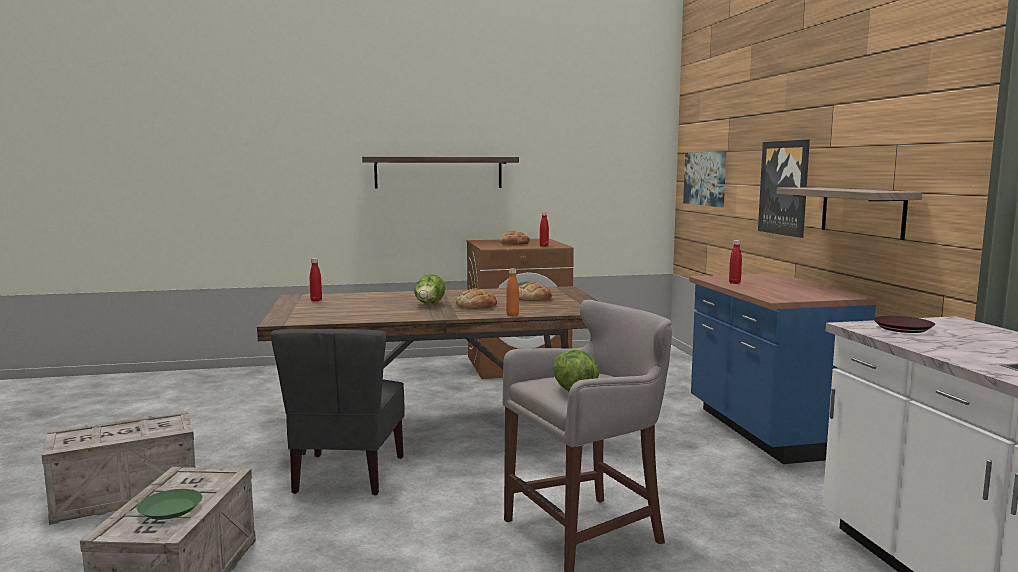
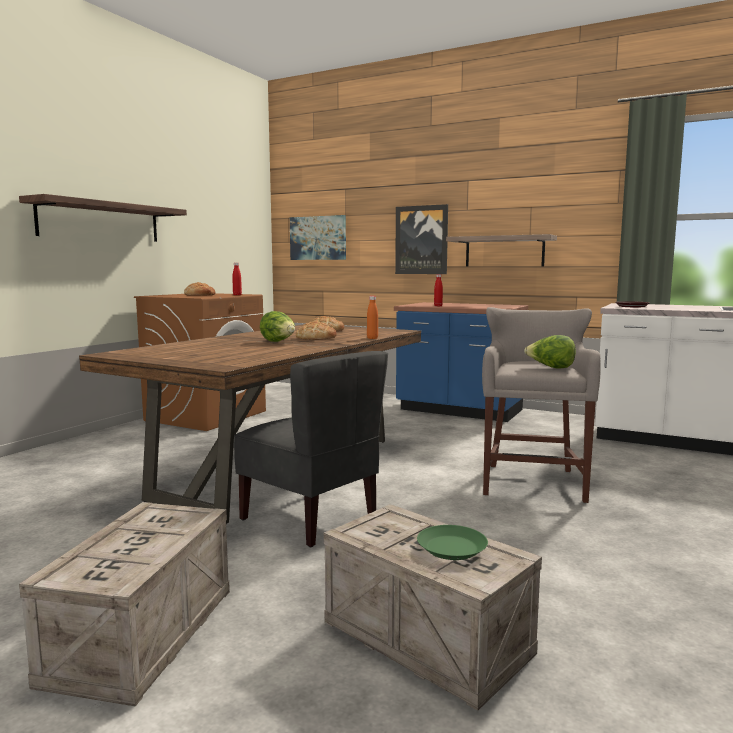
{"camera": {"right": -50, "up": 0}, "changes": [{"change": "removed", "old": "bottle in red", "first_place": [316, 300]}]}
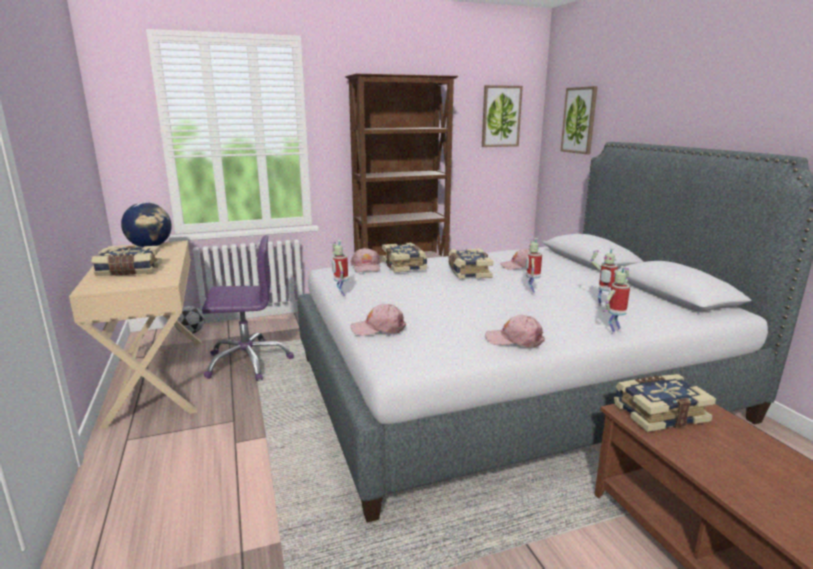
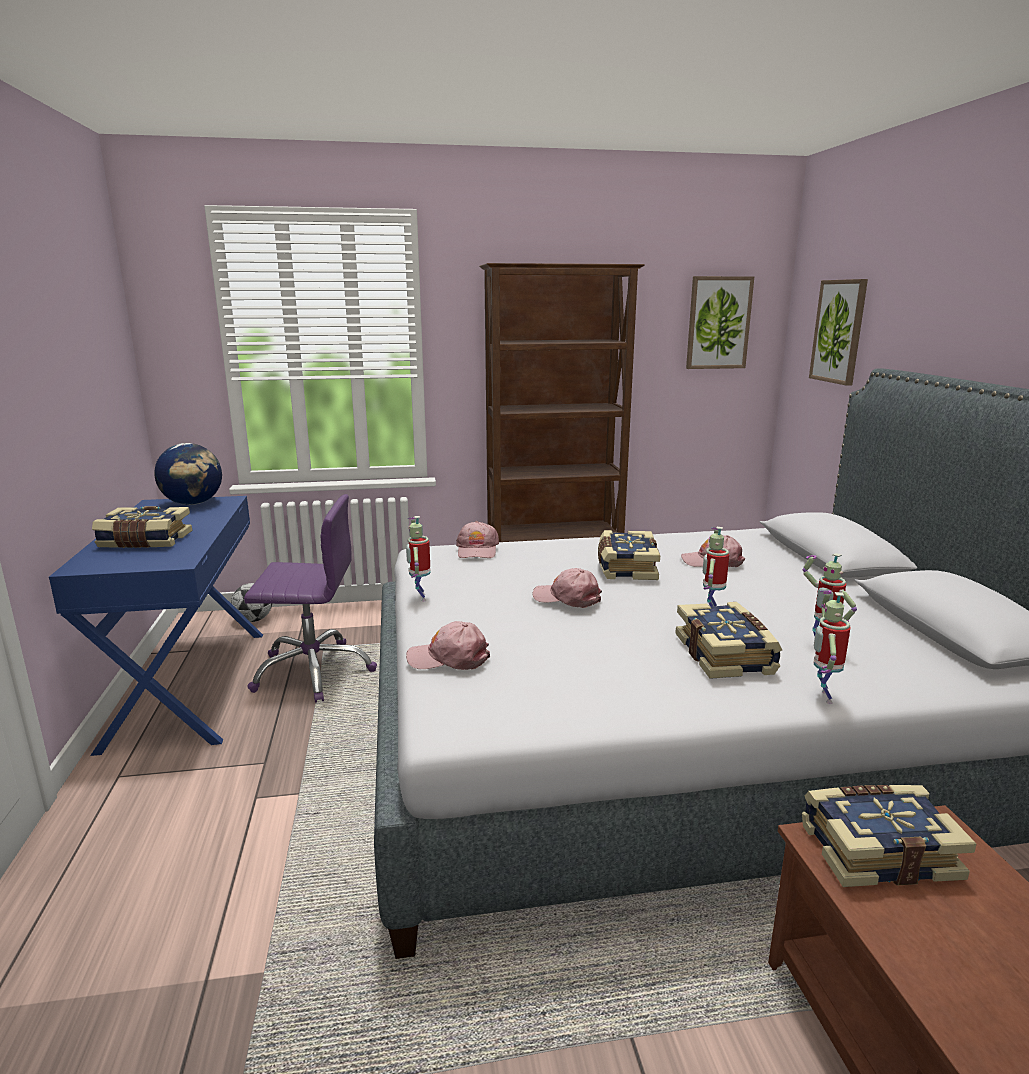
{"camera": {"right": 10, "up": 0}, "changes": [{"change": "recoloured", "old": "desk in beige", "new": "desk in blue", "first_place": [157, 378], "second_place": [188, 686]}, {"change": "moved", "old": "book", "first_place": [405, 265], "second_place": [726, 655]}, {"change": "turned", "old": "toy robot", "first_place": [614, 331], "second_place": [822, 696], "degrees": -45}, {"change": "moved", "old": "cap in pink", "first_place": [515, 339], "second_place": [567, 598]}]}
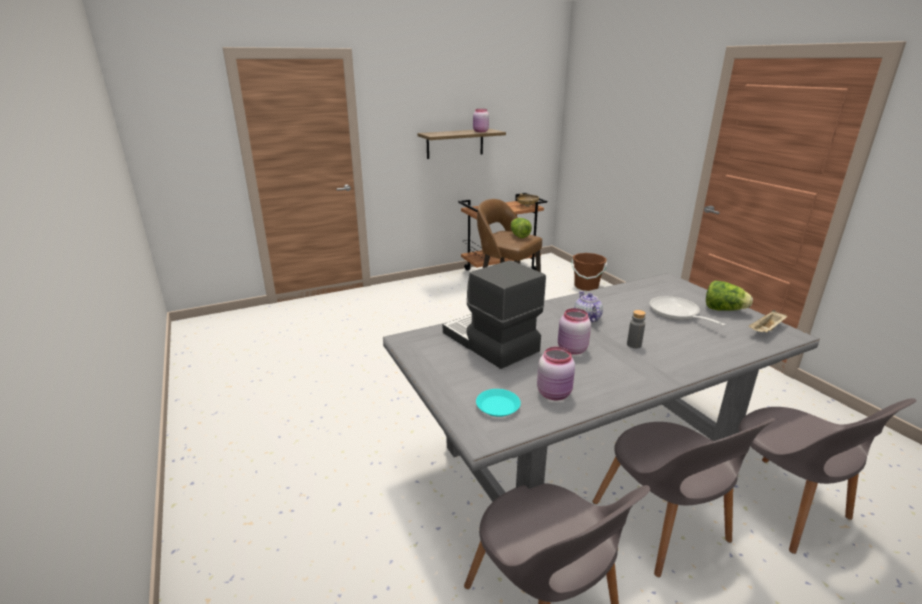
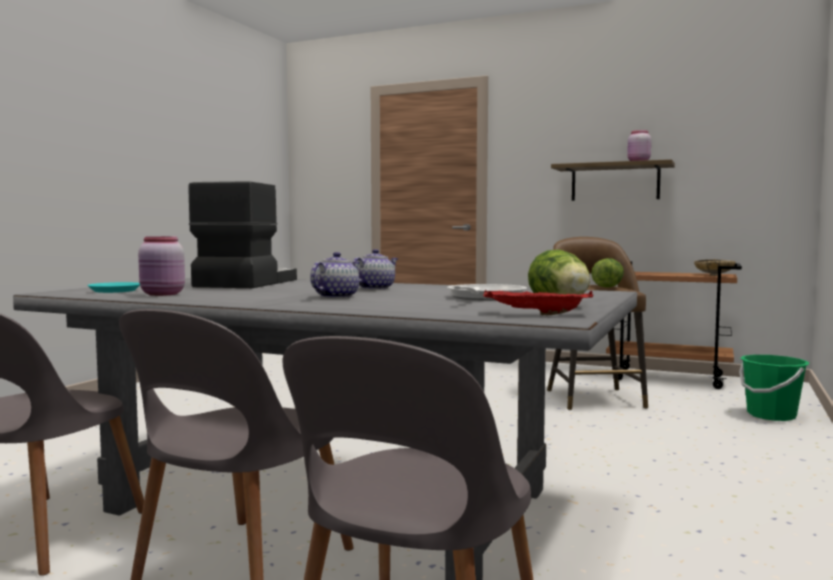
{"camera": {"right": 50, "up": -20}, "changes": [{"change": "recoloured", "old": "bucket in brown", "new": "bucket in green", "first_place": [586, 286], "second_place": [771, 415]}, {"change": "removed", "old": "jar in pink", "first_place": [571, 350]}, {"change": "replaced", "old": "bottle in grey", "new": "teapot", "first_place": [634, 345], "second_place": [336, 297]}, {"change": "recoloured", "old": "tray in beige", "new": "tray in red", "first_place": [766, 330], "second_place": [535, 314]}]}
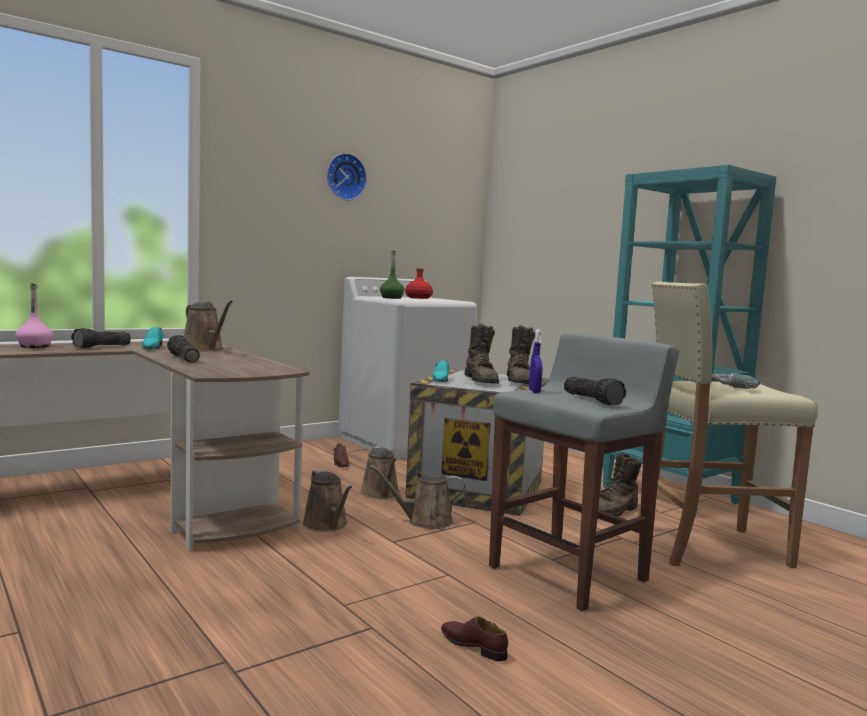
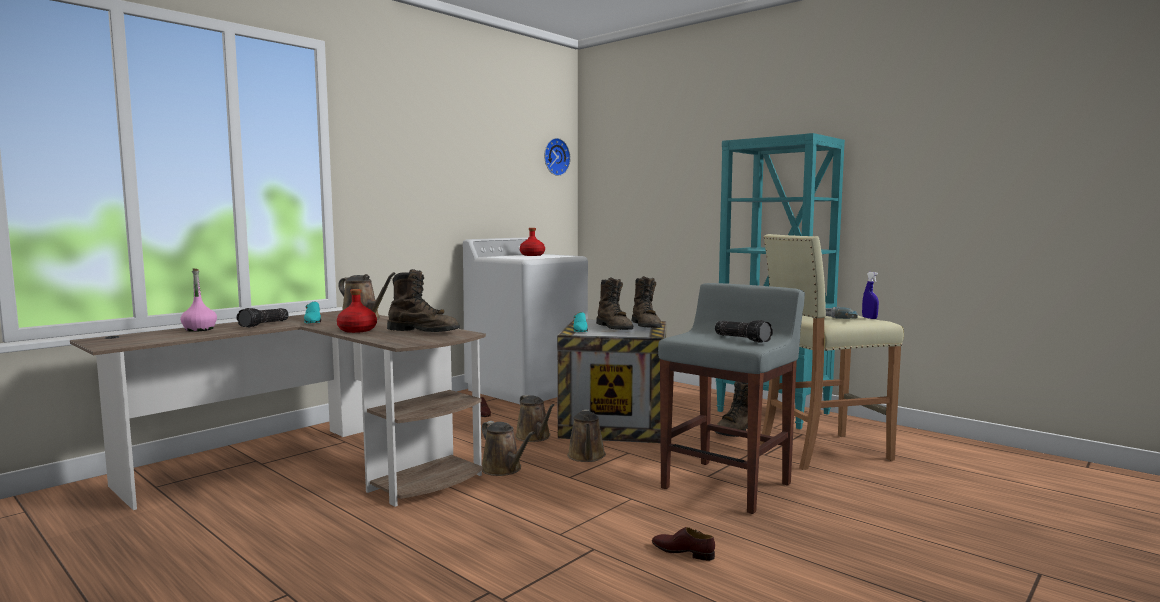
{"camera": {"right": -10, "up": 0}, "changes": [{"change": "moved", "old": "wall clock", "first_place": [345, 177], "second_place": [555, 157]}, {"change": "removed", "old": "bottle in green", "first_place": [391, 298]}, {"change": "moved", "old": "spray bottle in blue", "first_place": [534, 391], "second_place": [869, 318]}, {"change": "replaced", "old": "flashlight", "new": "bottle in red", "first_place": [182, 358], "second_place": [357, 330]}, {"change": "turned", "old": "watering can in brown", "first_place": [425, 521], "second_place": [586, 457], "degrees": -75}, {"change": "added", "new": "boot in brown", "second_place": [424, 332]}]}
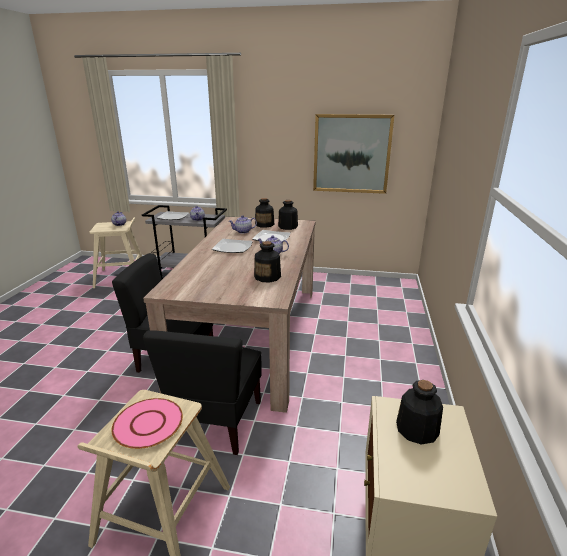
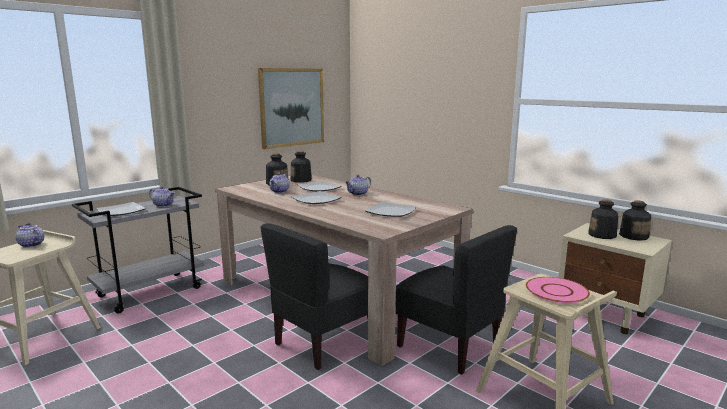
{"camera": {"right": -55, "up": -10}, "changes": [{"change": "moved", "old": "bottle", "first_place": [268, 277], "second_place": [633, 236]}, {"change": "added", "new": "plate", "second_place": [390, 212]}]}
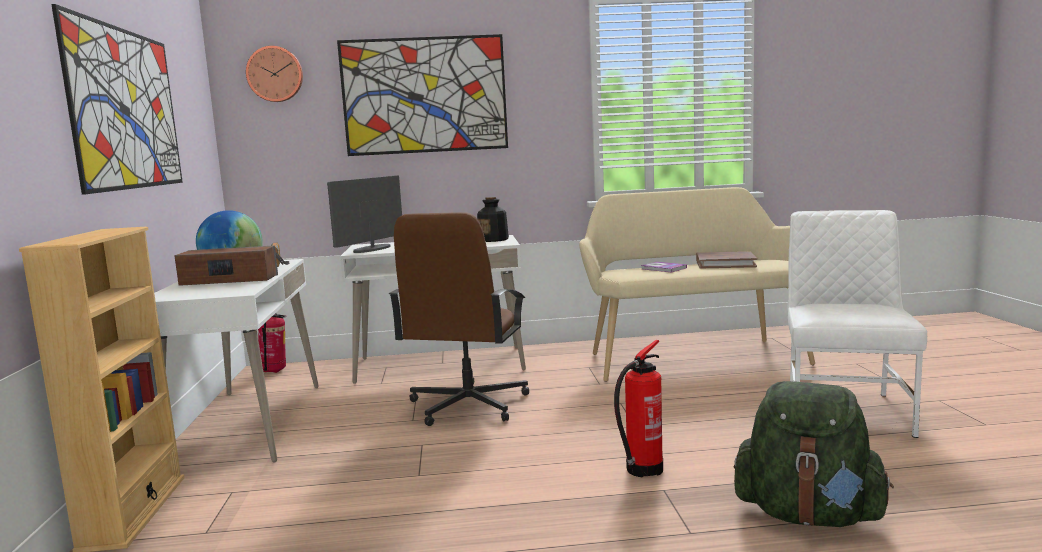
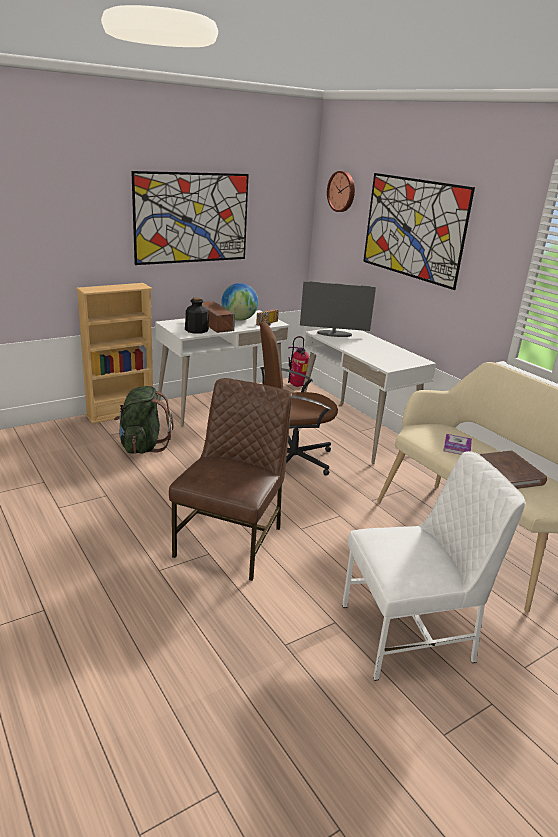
{"camera": {"right": 60, "up": 15}, "changes": [{"change": "moved", "old": "bottle", "first_place": [493, 239], "second_place": [196, 330]}, {"change": "replaced", "old": "fire extinguisher", "new": "chair in brown", "first_place": [641, 470], "second_place": [231, 541]}, {"change": "moved", "old": "backpack in green", "first_place": [808, 515], "second_place": [142, 446]}]}
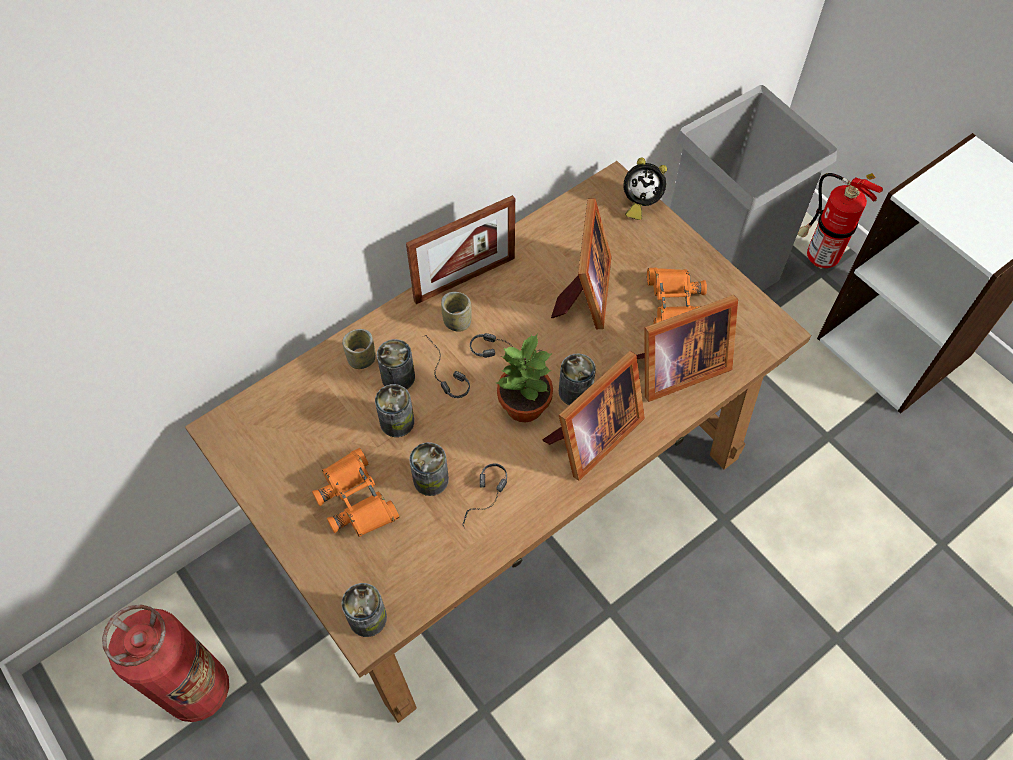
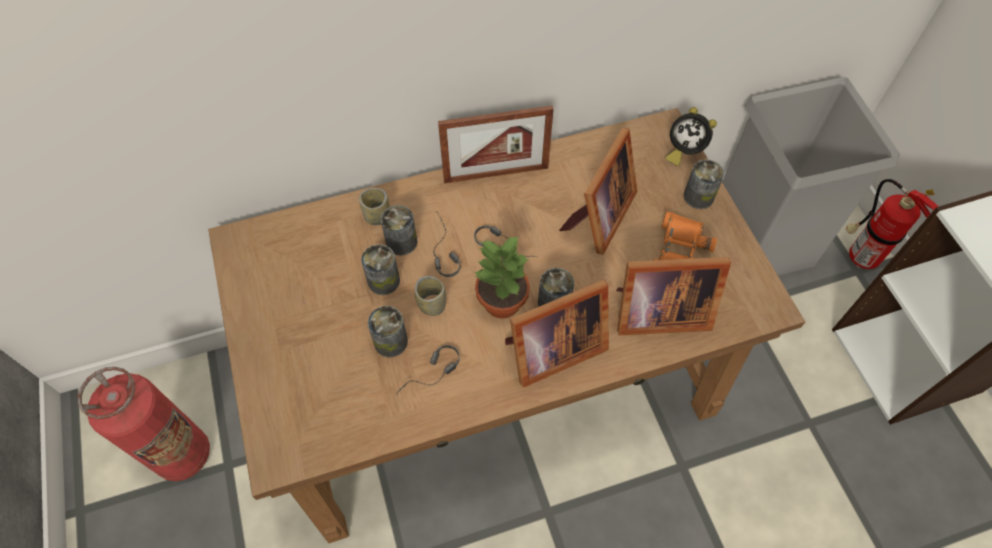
{"camera": {"right": 20, "up": 0}, "changes": [{"change": "moved", "old": "cup", "first_place": [457, 322], "second_place": [432, 305]}, {"change": "removed", "old": "binoculars in orange", "first_place": [356, 499]}, {"change": "moved", "old": "can", "first_place": [367, 618], "second_place": [698, 196]}]}
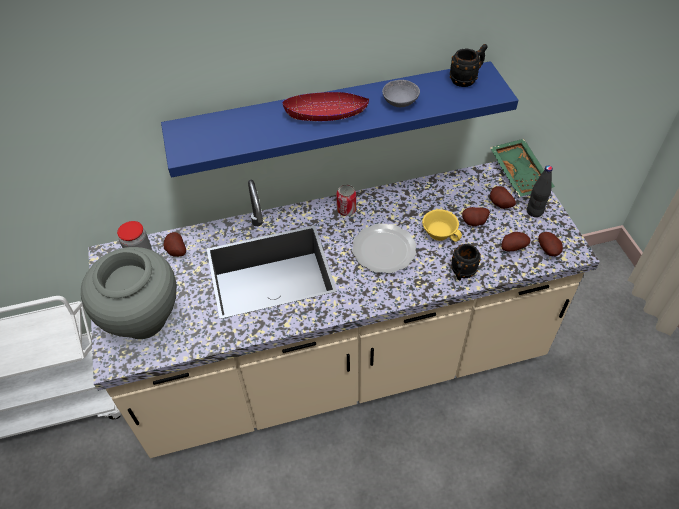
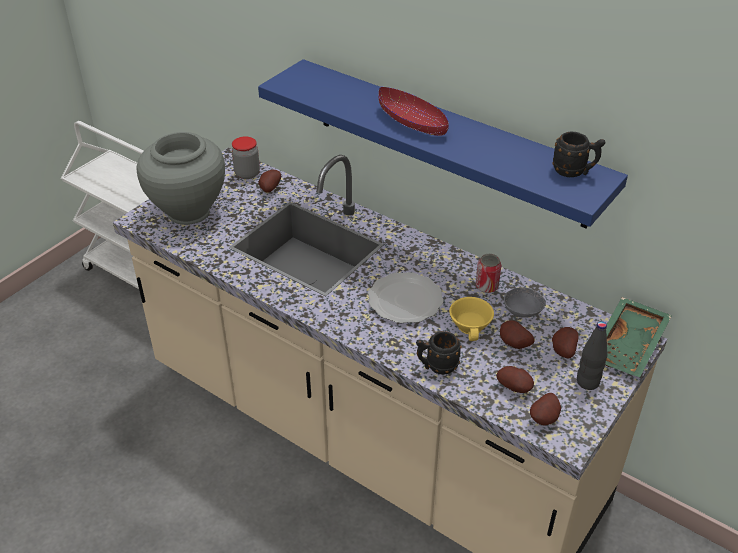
{"camera": {"right": 50, "up": -10}, "changes": [{"change": "moved", "old": "bowl in grey", "first_place": [400, 102], "second_place": [522, 311]}, {"change": "moved", "old": "can", "first_place": [346, 210], "second_place": [486, 286]}]}
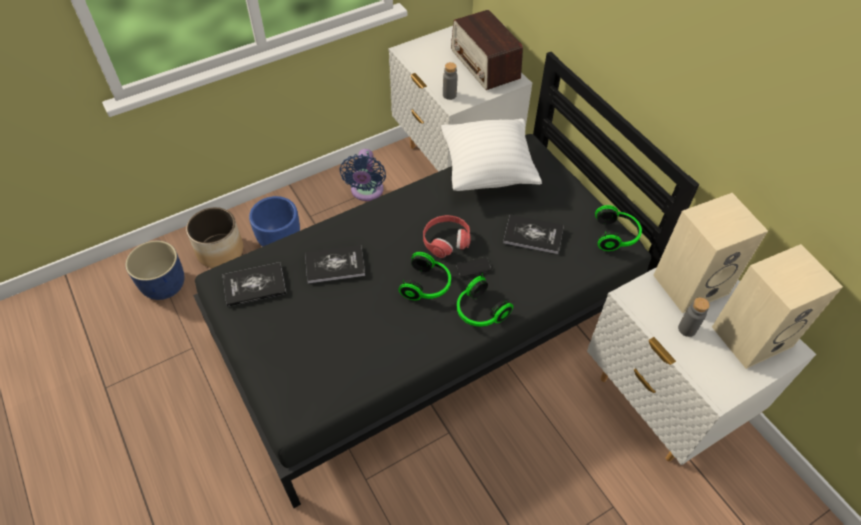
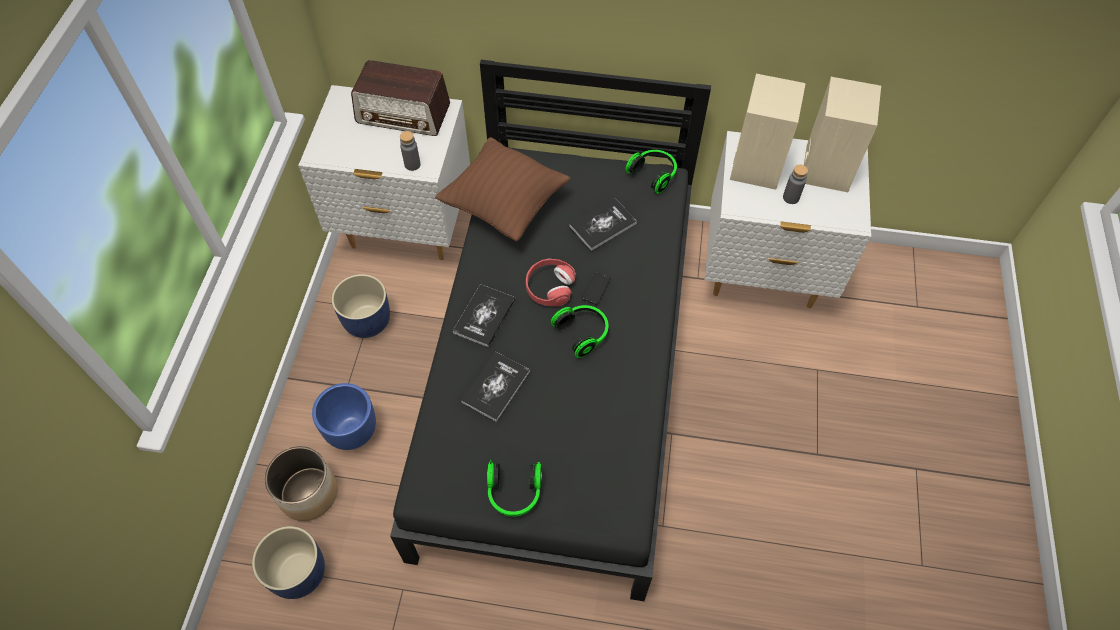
{"camera": {"right": -50, "up": 5}, "changes": [{"change": "recoloured", "old": "pillow in white", "new": "pillow in brown", "first_place": [488, 171], "second_place": [504, 205]}, {"change": "replaced", "old": "fan in blue", "new": "planter in blue", "first_place": [366, 192], "second_place": [367, 320]}, {"change": "moved", "old": "book", "first_place": [254, 285], "second_place": [484, 316]}, {"change": "moved", "old": "headphones", "first_place": [479, 312], "second_place": [514, 493]}]}
